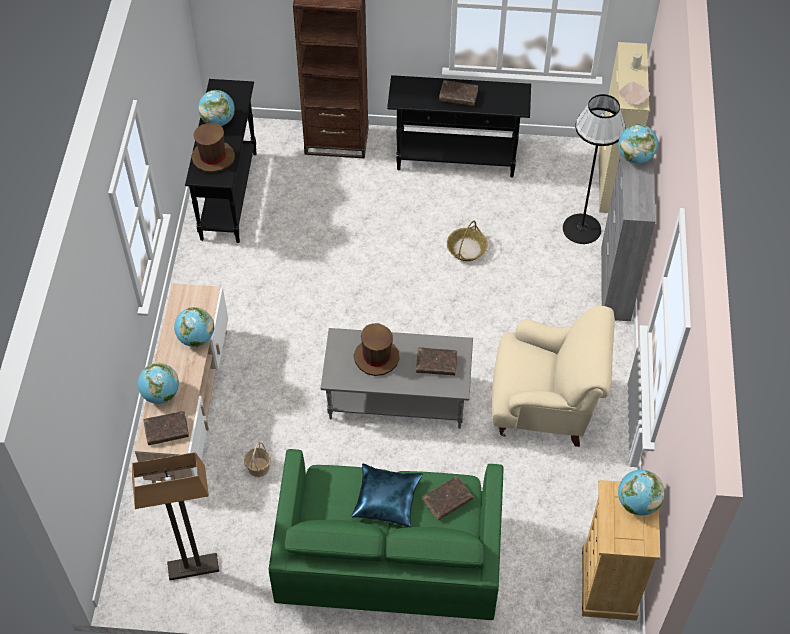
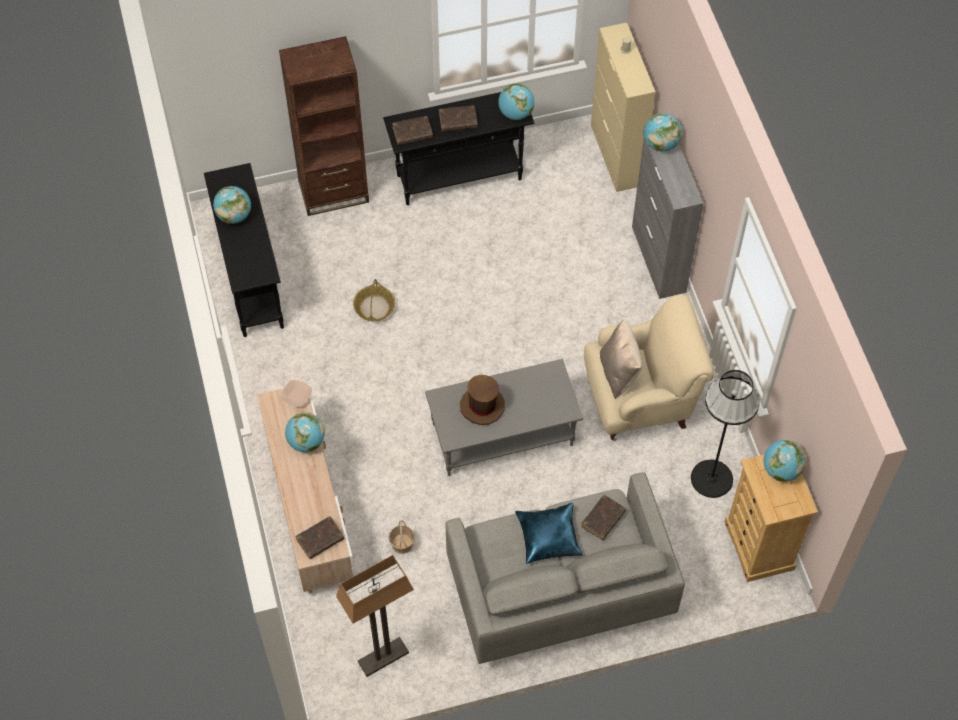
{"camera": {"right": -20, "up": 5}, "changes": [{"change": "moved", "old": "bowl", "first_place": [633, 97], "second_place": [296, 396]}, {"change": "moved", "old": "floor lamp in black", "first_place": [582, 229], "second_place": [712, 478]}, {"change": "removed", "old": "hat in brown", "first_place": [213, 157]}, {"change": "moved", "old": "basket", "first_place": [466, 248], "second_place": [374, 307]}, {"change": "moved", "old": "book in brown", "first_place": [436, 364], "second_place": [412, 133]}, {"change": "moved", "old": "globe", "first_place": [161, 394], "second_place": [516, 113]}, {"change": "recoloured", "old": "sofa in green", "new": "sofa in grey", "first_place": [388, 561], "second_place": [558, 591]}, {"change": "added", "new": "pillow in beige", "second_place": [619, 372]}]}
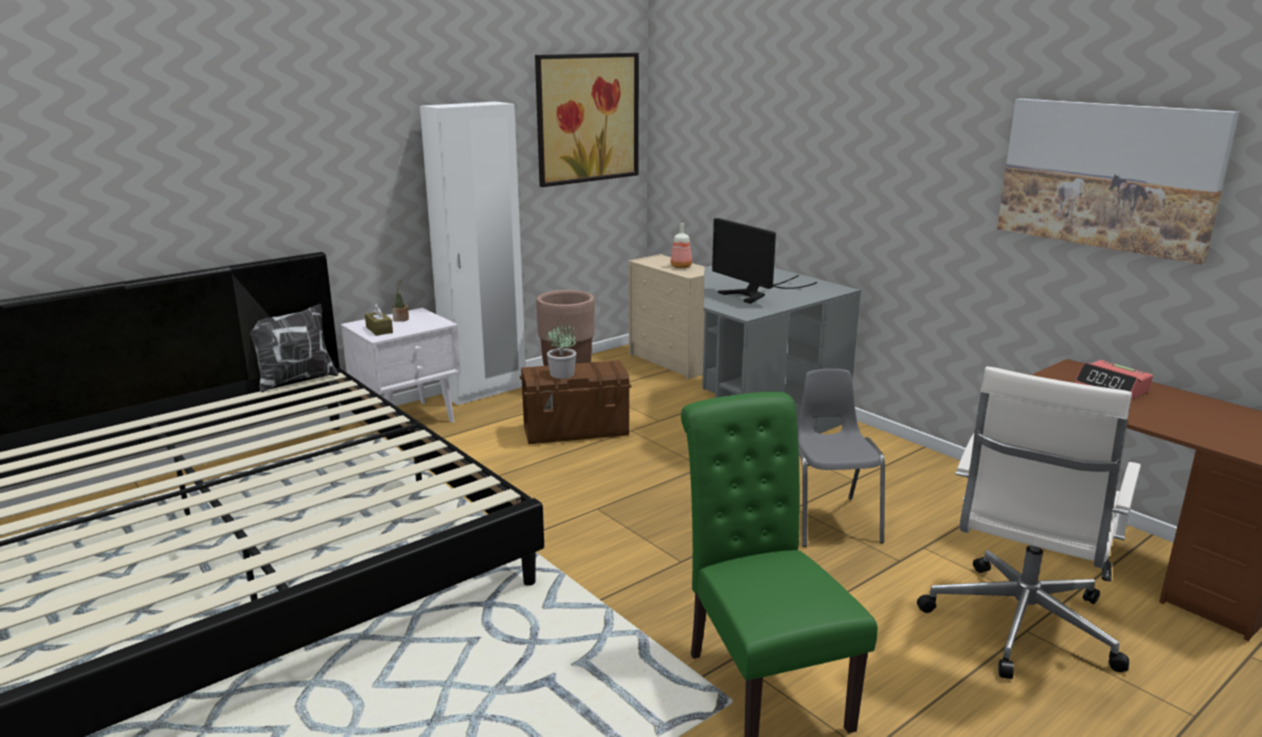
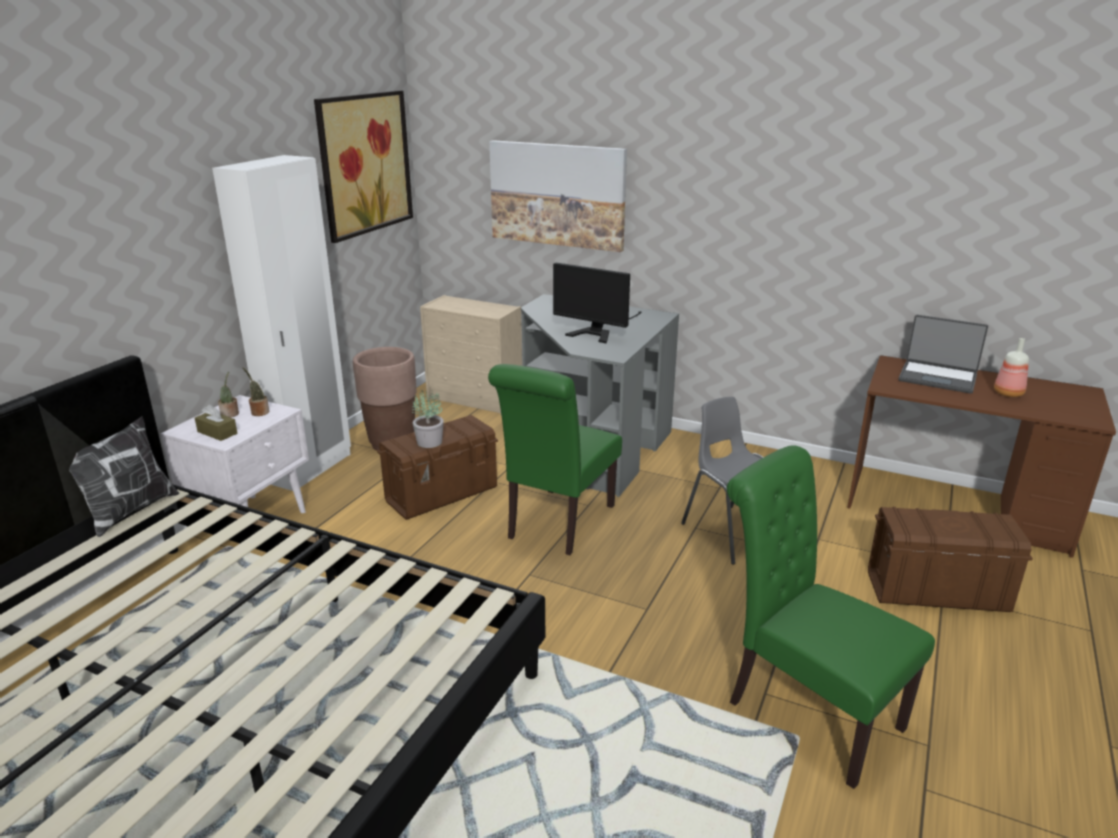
{"camera": {"right": -25, "up": 5}, "changes": [{"change": "moved", "old": "picture", "first_place": [1108, 176], "second_place": [557, 194]}, {"change": "moved", "old": "bottle", "first_place": [681, 267], "second_place": [1009, 393]}, {"change": "replaced", "old": "alarm clock", "new": "laptop", "first_place": [1112, 388], "second_place": [937, 378]}, {"change": "replaced", "old": "office chair in white", "new": "storage box in brown", "first_place": [1019, 626], "second_place": [935, 591]}, {"change": "added", "new": "chair in green", "second_place": [557, 524]}, {"change": "added", "new": "potted plant", "second_place": [259, 412]}]}
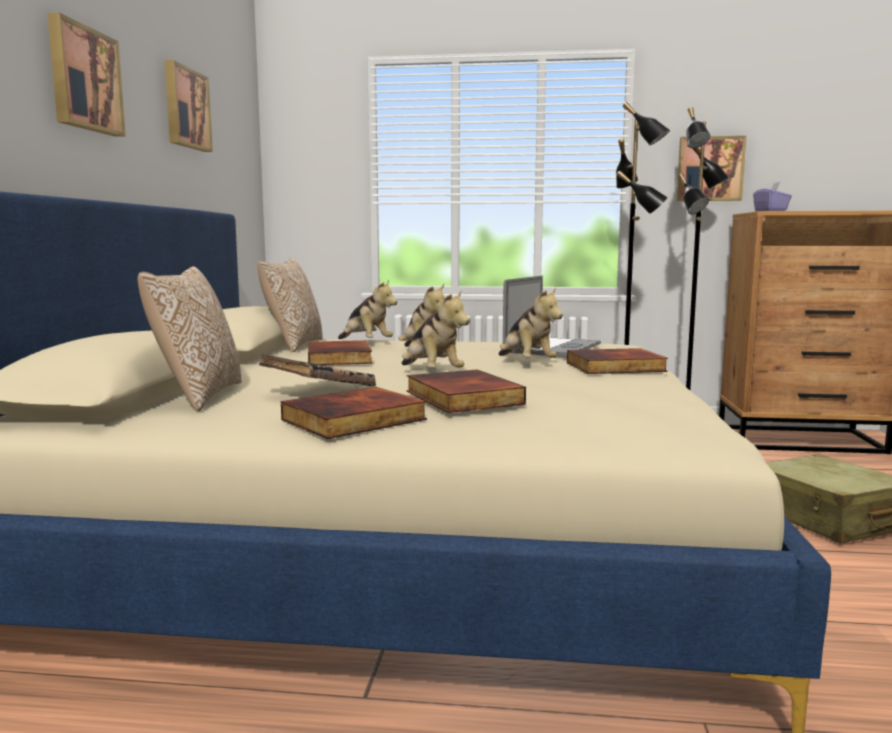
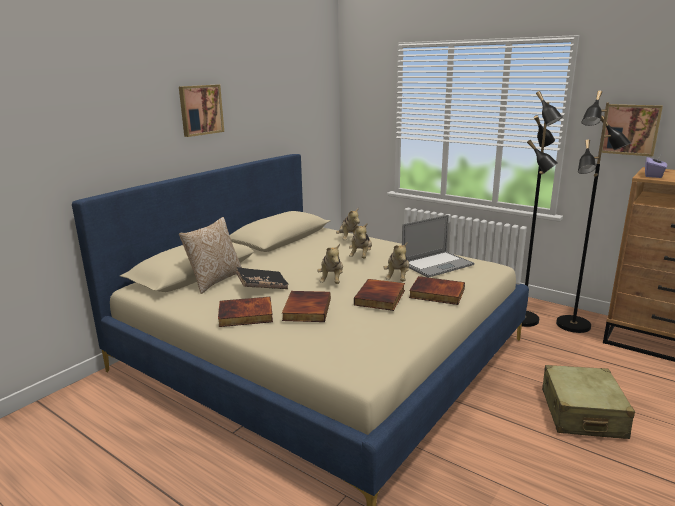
{"camera": {"right": 30, "up": 10}, "changes": [{"change": "removed", "old": "picture", "first_place": [185, 108]}, {"change": "removed", "old": "pillow", "first_place": [293, 345]}, {"change": "moved", "old": "book", "first_place": [341, 358], "second_place": [381, 298]}]}
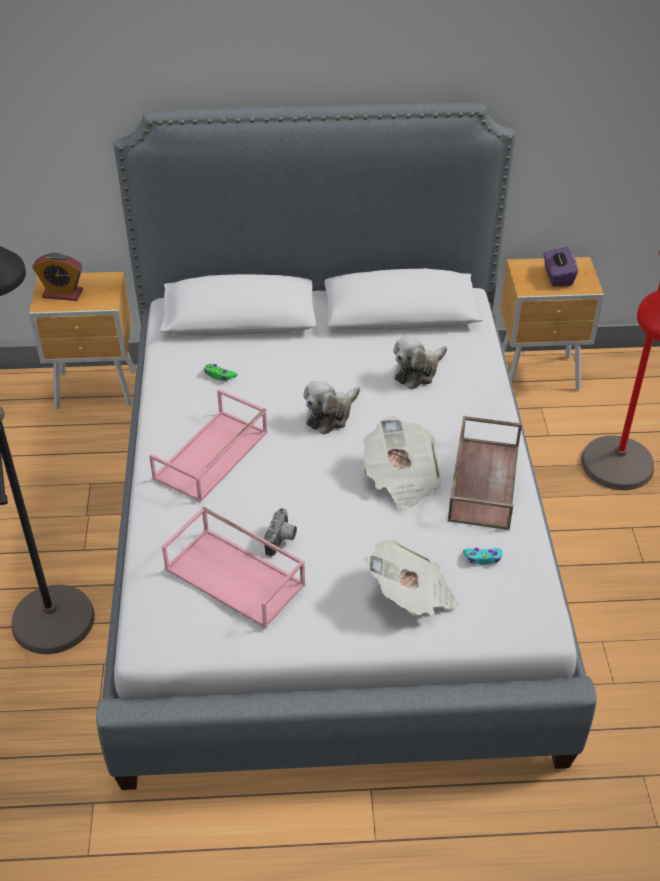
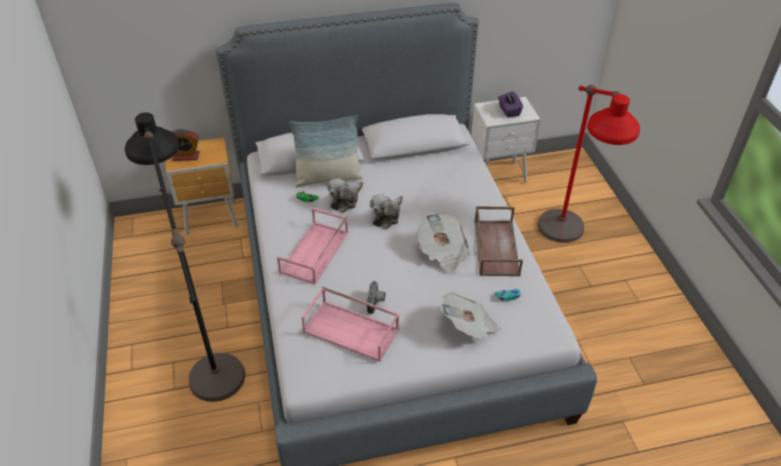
{"camera": {"right": -10, "up": 0}, "changes": [{"change": "recoloured", "old": "nightstand in brown", "new": "nightstand in white", "first_place": [540, 375], "second_place": [499, 175]}, {"change": "moved", "old": "plush toy", "first_place": [418, 371], "second_place": [345, 200]}, {"change": "added", "new": "pillow", "second_place": [328, 178]}]}
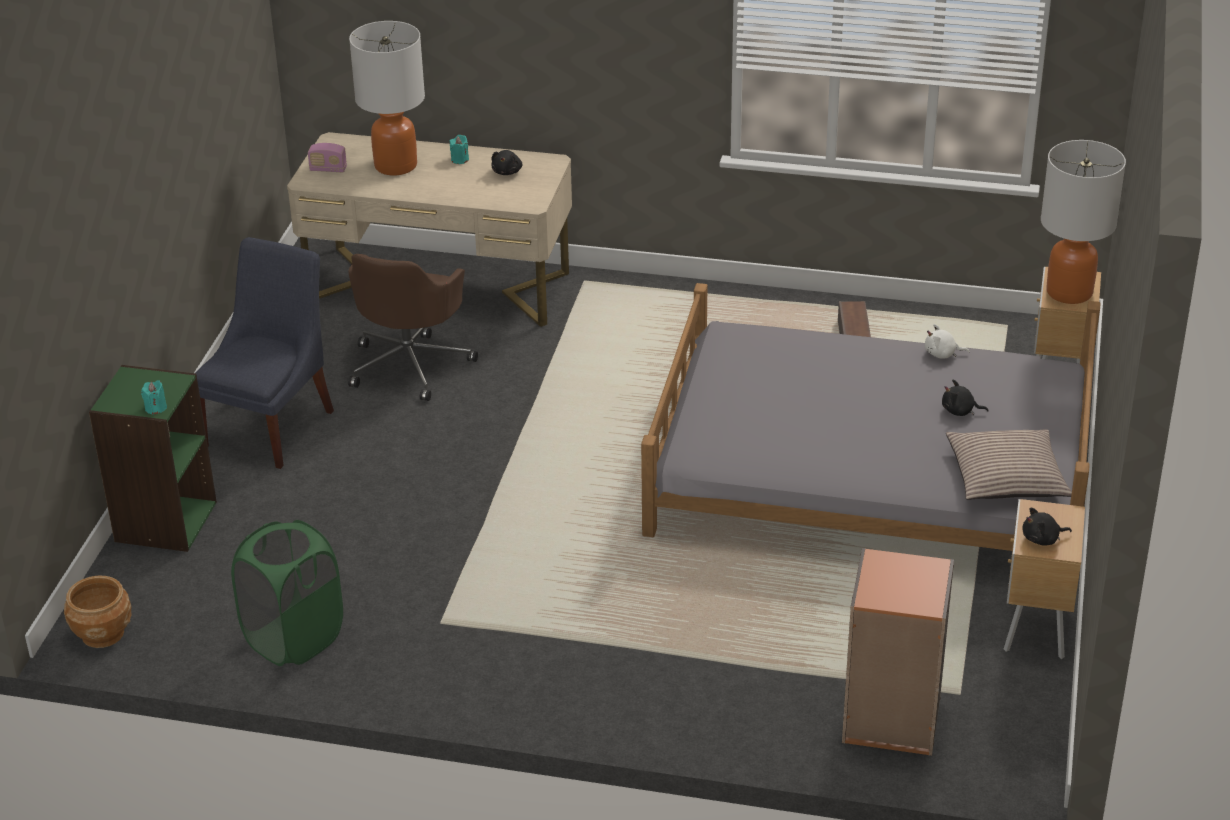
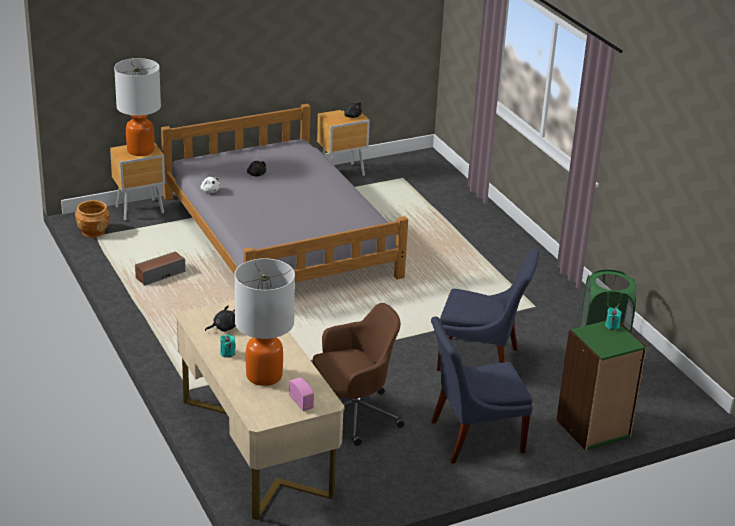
{"camera": {"right": -130, "up": -5}, "changes": [{"change": "removed", "old": "pillow", "first_place": [1006, 477]}, {"change": "removed", "old": "bookcase in orange", "first_place": [891, 719]}, {"change": "moved", "old": "planter in brown", "first_place": [103, 633], "second_place": [93, 232]}, {"change": "added", "new": "chair in blue", "second_place": [482, 361]}]}
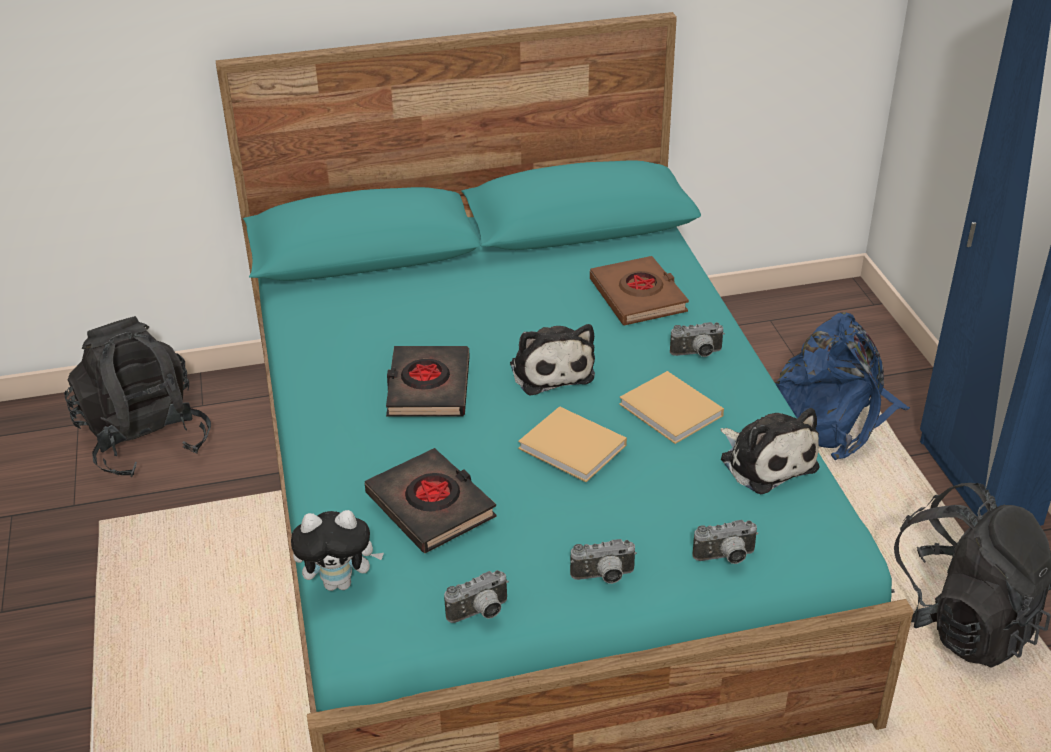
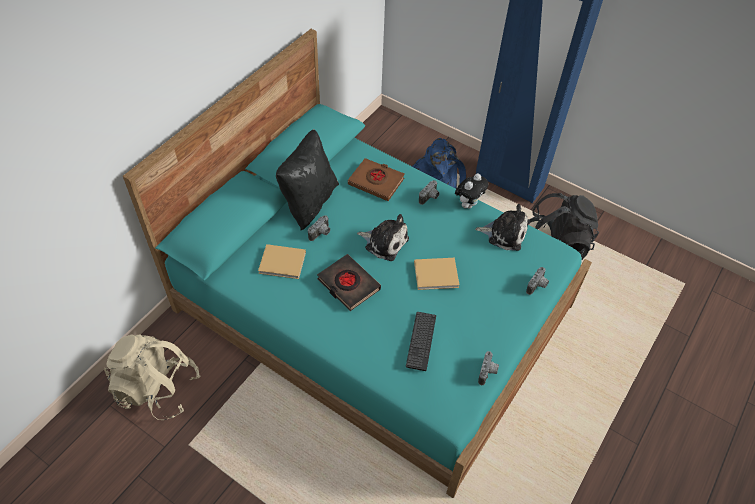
{"camera": {"right": -45, "up": 15}, "changes": [{"change": "recoloured", "old": "backpack in black", "new": "backpack in beige", "first_place": [145, 440], "second_place": [158, 389]}, {"change": "moved", "old": "book in beige", "first_place": [672, 411], "second_place": [284, 263]}, {"change": "replaced", "old": "book in black", "new": "keyboard", "first_place": [431, 506], "second_place": [421, 341]}, {"change": "moved", "old": "plush toy", "first_place": [340, 582], "second_place": [468, 204]}, {"change": "moved", "old": "photo camera", "first_place": [604, 577], "second_place": [321, 234]}, {"change": "added", "new": "pillow in black", "second_place": [309, 202]}]}
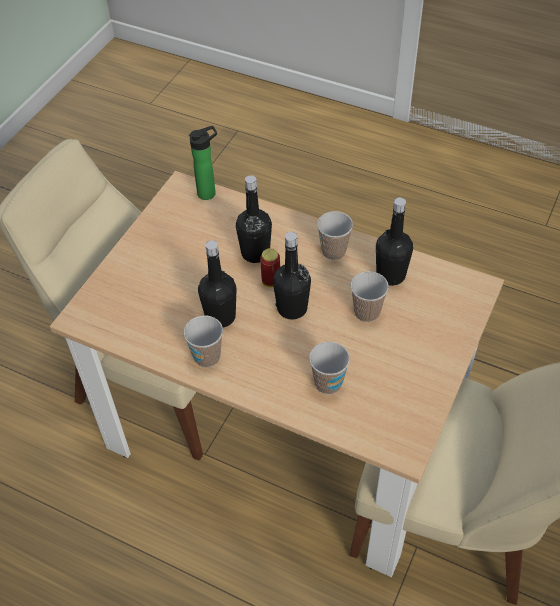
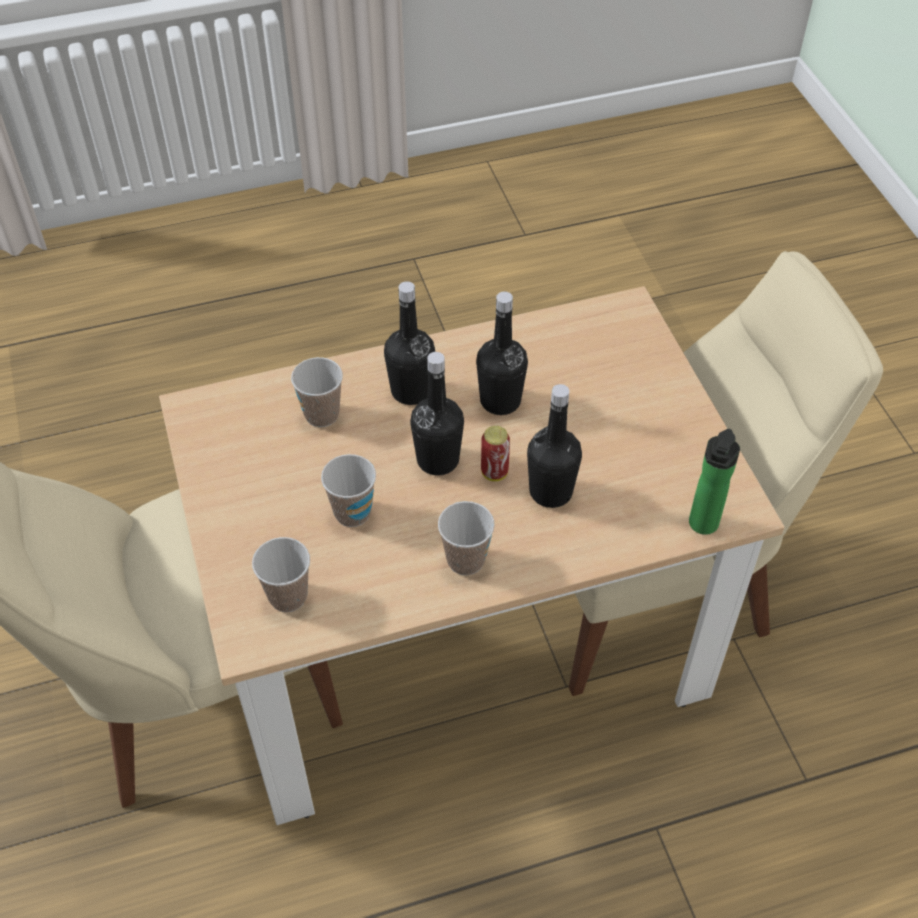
{"camera": {"right": 135, "up": 0}, "changes": [{"change": "moved", "old": "bottle in black", "first_place": [390, 275], "second_place": [411, 391]}, {"change": "moved", "old": "cup", "first_place": [207, 357], "second_place": [288, 596]}]}
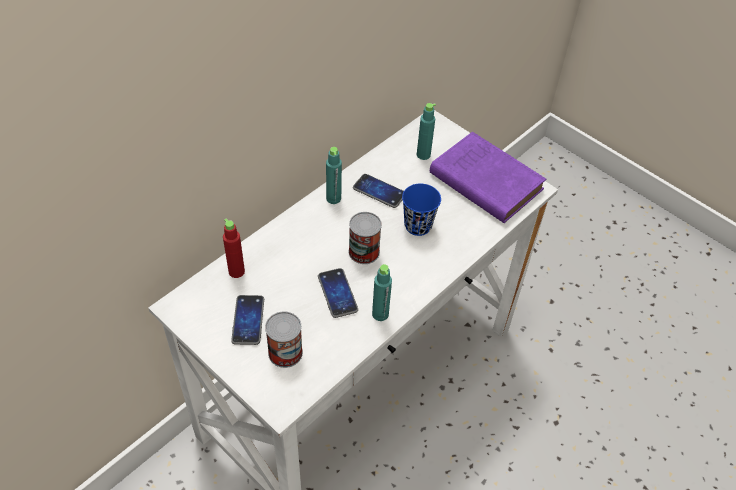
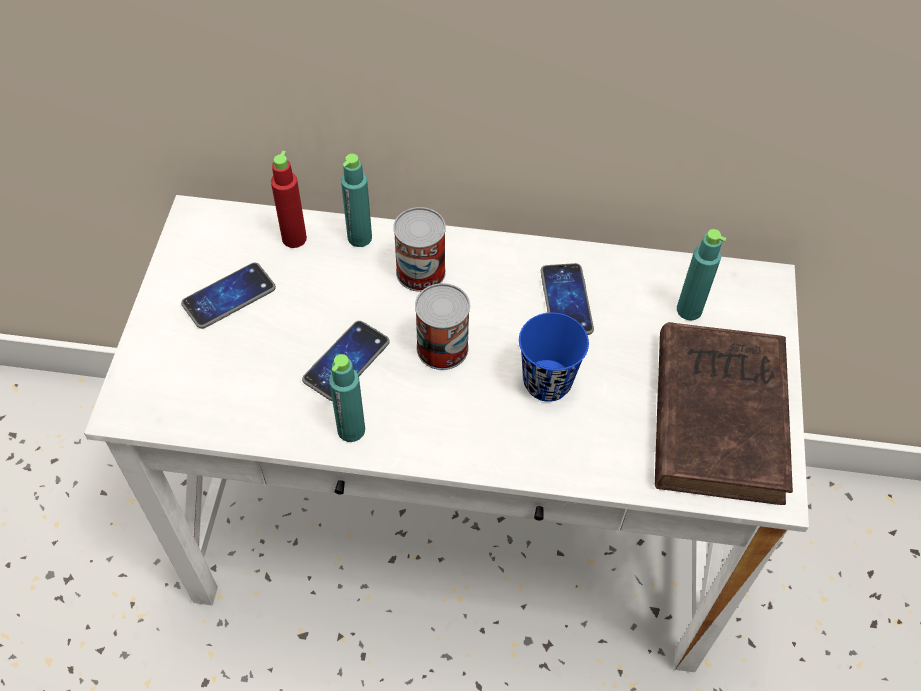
{"camera": {"right": 55, "up": 5}, "changes": [{"change": "recoloured", "old": "book in purple", "new": "book in brown", "first_place": [483, 180], "second_place": [718, 413]}, {"change": "moved", "old": "bottle in turquoise", "first_place": [333, 198], "second_place": [359, 237]}, {"change": "moved", "old": "can", "first_place": [285, 352], "second_place": [420, 272]}]}
